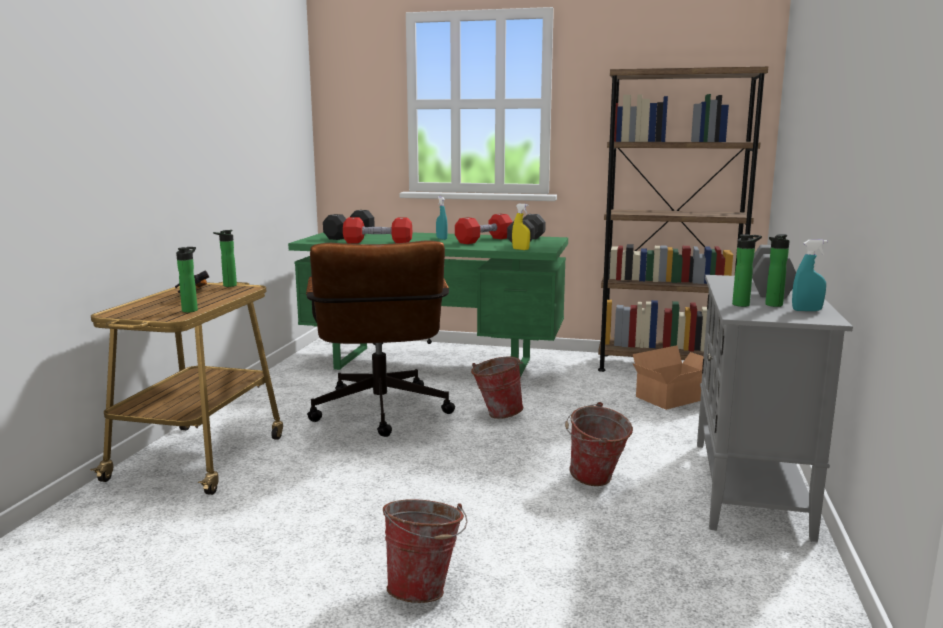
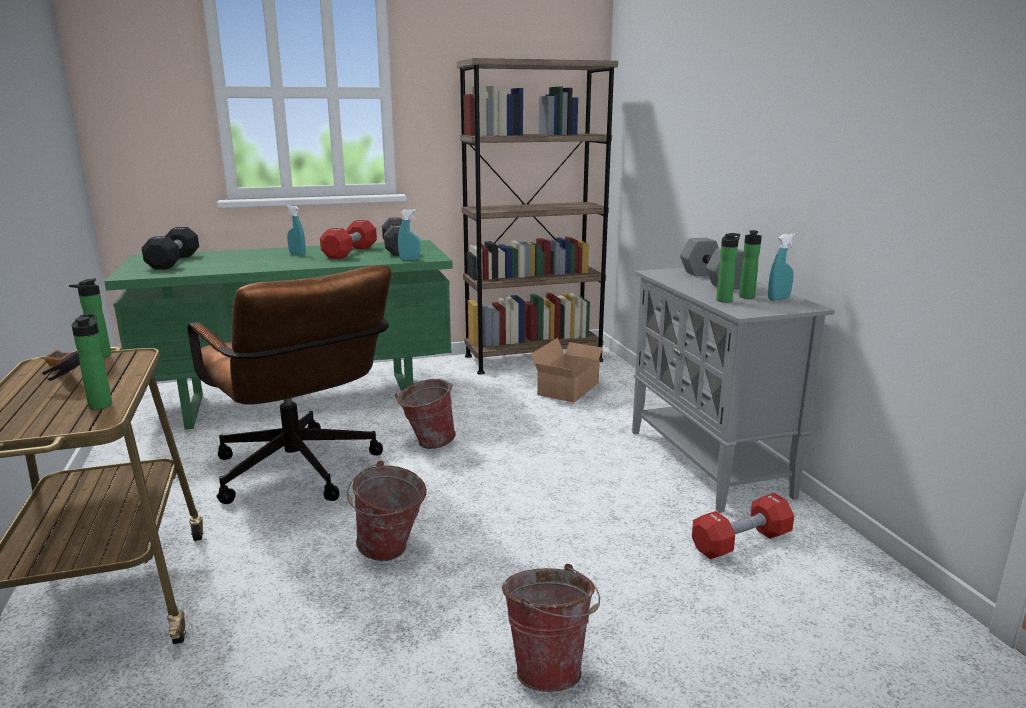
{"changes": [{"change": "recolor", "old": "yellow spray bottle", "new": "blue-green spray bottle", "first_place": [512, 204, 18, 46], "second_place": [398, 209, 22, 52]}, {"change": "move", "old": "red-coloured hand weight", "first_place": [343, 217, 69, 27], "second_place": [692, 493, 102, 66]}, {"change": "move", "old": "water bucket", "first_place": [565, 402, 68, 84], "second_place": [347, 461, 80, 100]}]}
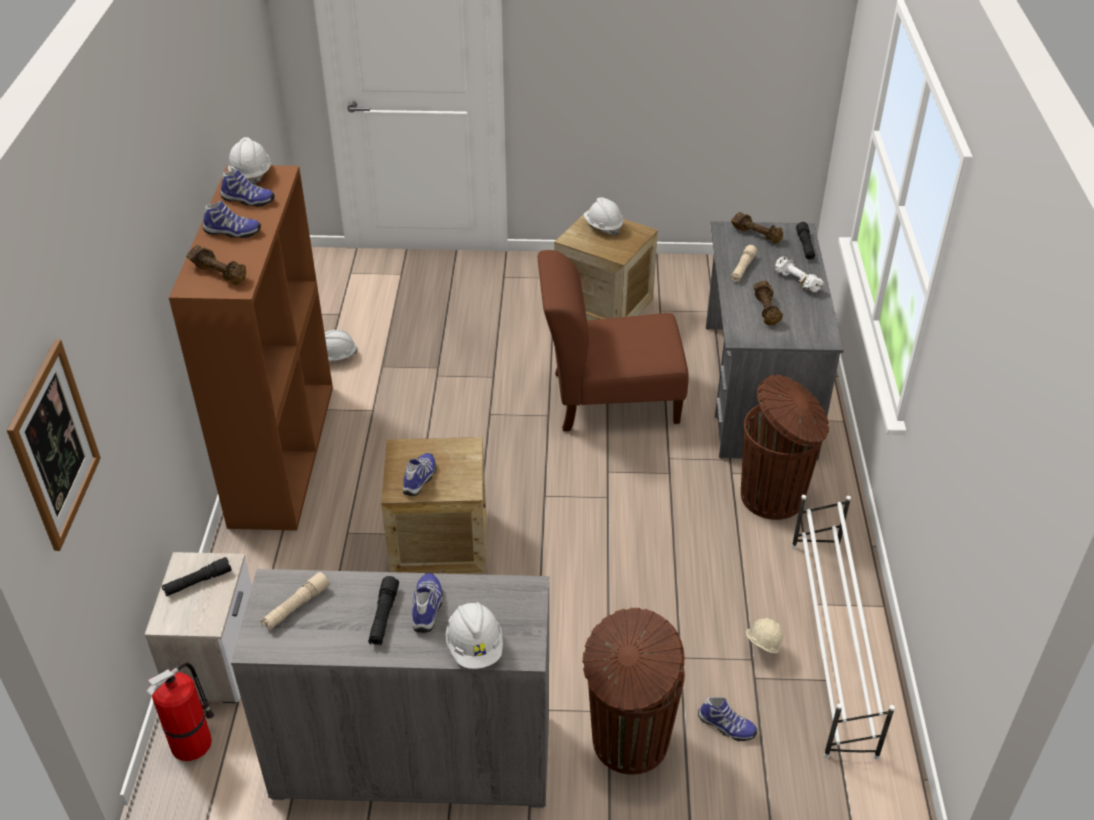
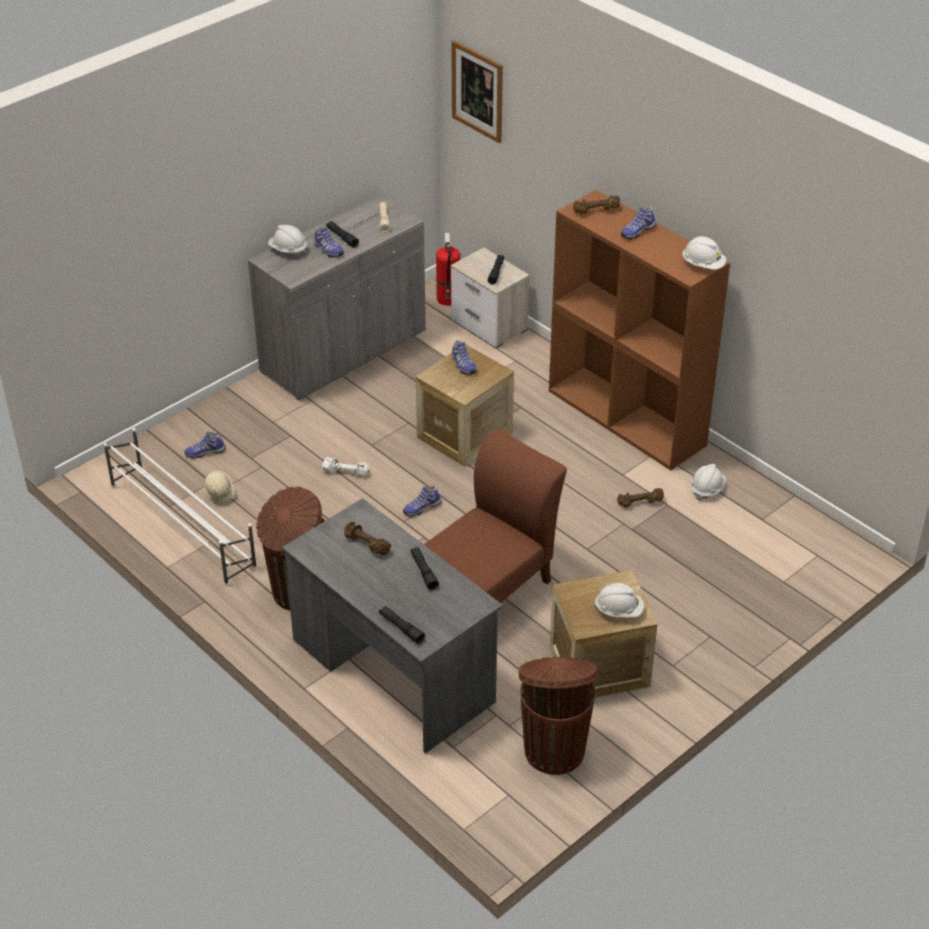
{"changes": [{"change": "move", "old": "shoe", "first_place": [220, 169, 55, 38], "second_place": [403, 486, 38, 31]}, {"change": "move", "old": "brown-coloured hand weight", "first_place": [731, 212, 52, 32], "second_place": [617, 488, 47, 20]}, {"change": "recolor", "old": "sand-coloured flashlight", "new": "blackish flashlight", "first_place": [731, 245, 26, 37], "second_place": [410, 547, 29, 43]}, {"change": "move", "old": "whitish hand weight", "first_place": [775, 256, 49, 36], "second_place": [322, 457, 47, 20]}, {"change": "move", "old": "brown-coloured trash can", "first_place": [583, 608, 102, 167], "second_place": [519, 657, 79, 118]}]}
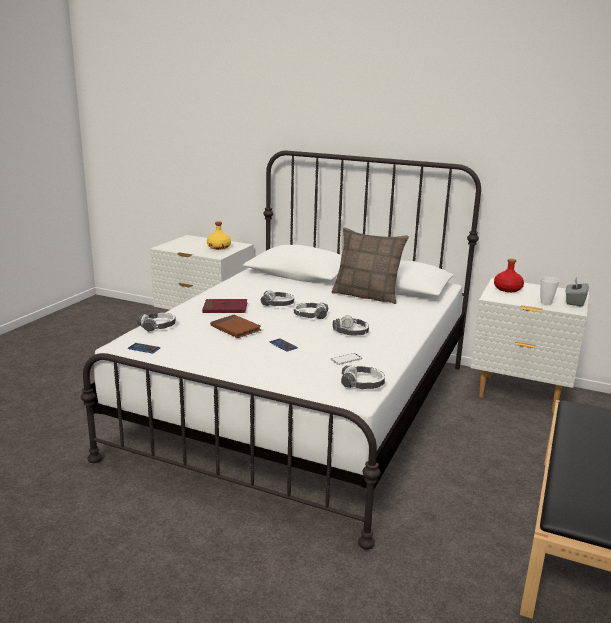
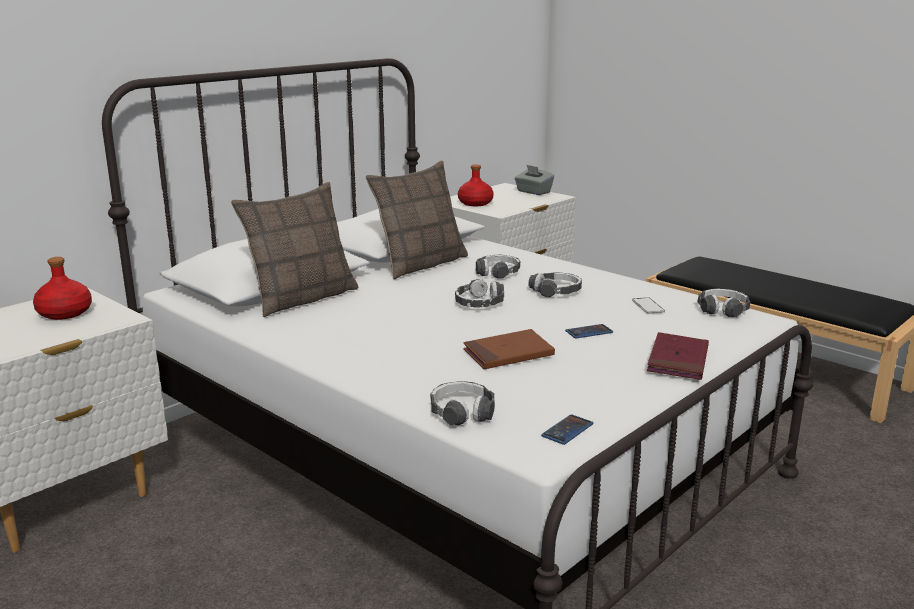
{"changes": [{"change": "recolor", "old": "yellow beverage bottle", "new": "red-coloured beverage bottle", "first_place": [207, 221, 24, 29], "second_place": [33, 257, 59, 63]}, {"change": "delete", "old": "small cup", "first_place": [540, 277, 20, 28]}, {"change": "move", "old": "headphones", "first_place": [261, 291, 33, 15], "second_place": [476, 254, 44, 25]}, {"change": "move", "old": "red-coloured book", "first_place": [202, 299, 45, 14], "second_place": [647, 332, 62, 48]}, {"change": "insert", "new": "throw pillow", "second_place": [231, 182, 128, 135]}]}
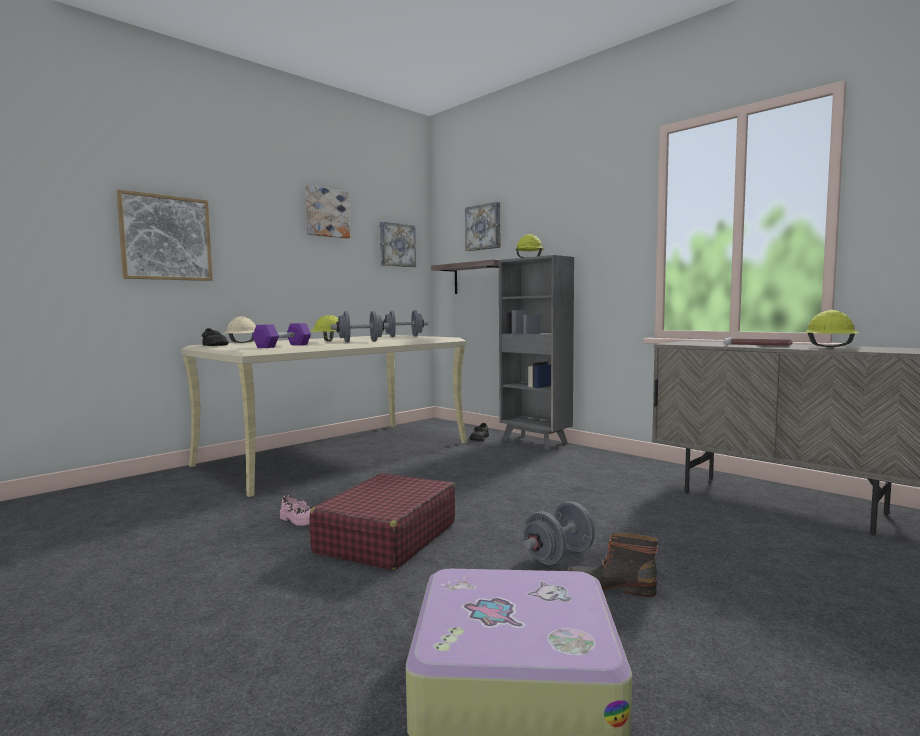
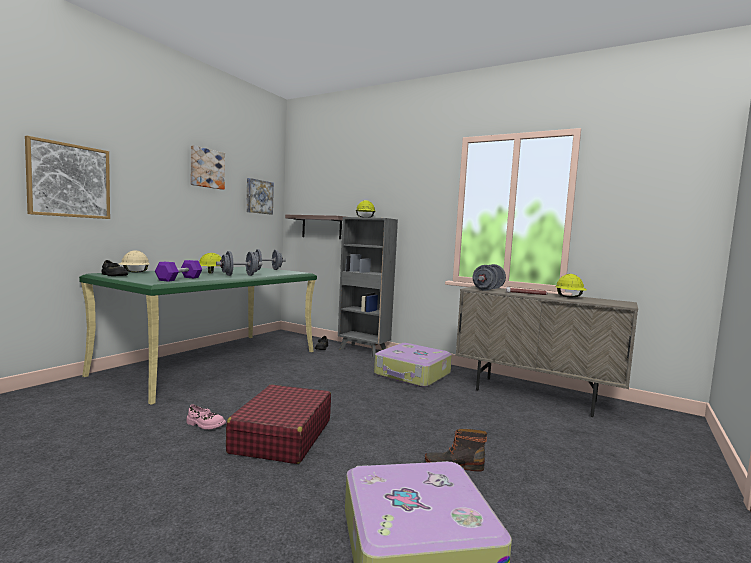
{"changes": [{"change": "delete", "old": "picture", "first_place": [465, 202, 35, 49]}, {"change": "recolor", "old": "sand-coloured desk table", "new": "green-coloured desk table", "first_place": [181, 335, 286, 162], "second_place": [79, 267, 238, 138]}, {"change": "move", "old": "grey hand weight", "first_place": [523, 501, 72, 64], "second_place": [472, 264, 34, 27]}, {"change": "insert", "new": "suitcase", "second_place": [374, 343, 78, 44]}]}
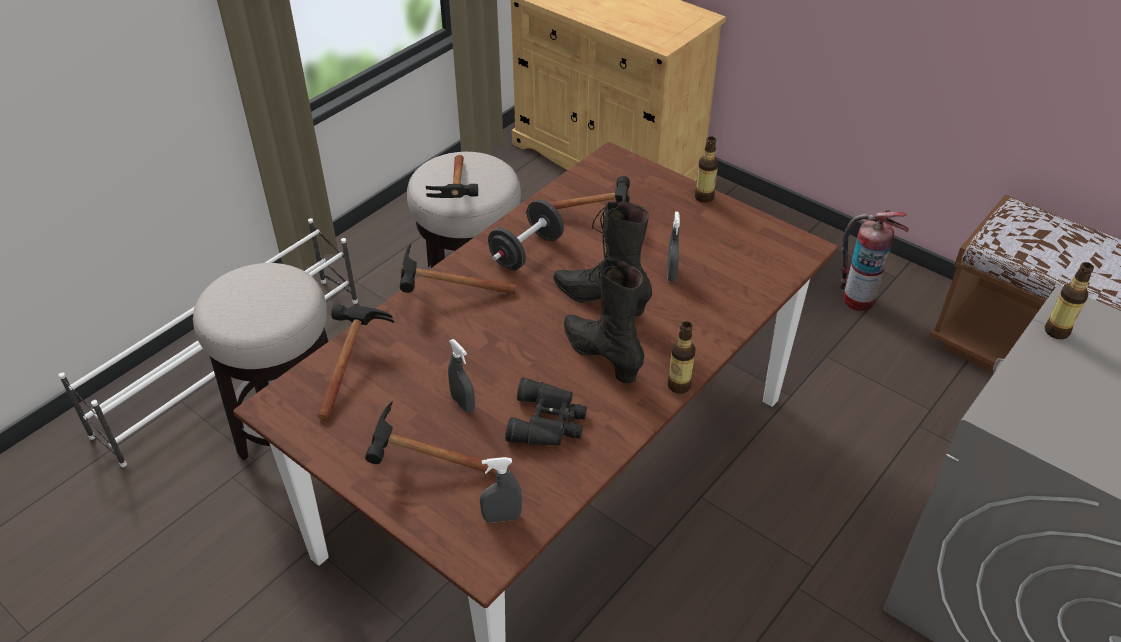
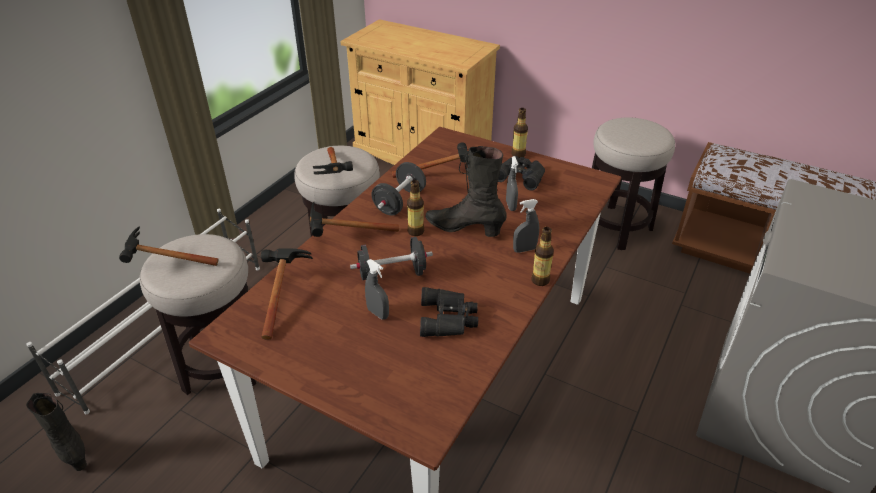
{"changes": [{"change": "replace", "old": "extinguisher", "new": "sitting stool", "first_place": [840, 210, 69, 101], "second_place": [592, 117, 83, 133]}, {"change": "move", "old": "blackish high-top boot", "first_place": [564, 259, 80, 125], "second_place": [26, 393, 61, 78]}, {"change": "move", "old": "beverage bottle", "first_place": [1045, 262, 49, 77], "second_place": [407, 180, 17, 56]}, {"change": "move", "old": "tool hammer", "first_place": [365, 401, 131, 75], "second_place": [119, 226, 100, 40]}, {"change": "move", "old": "grey spray bottle", "first_place": [480, 457, 42, 66], "second_place": [513, 199, 26, 54]}, {"change": "insert", "new": "blackish field glasses", "second_place": [498, 156, 47, 35]}, {"change": "insert", "new": "blackish hand weight", "second_place": [350, 237, 83, 43]}]}
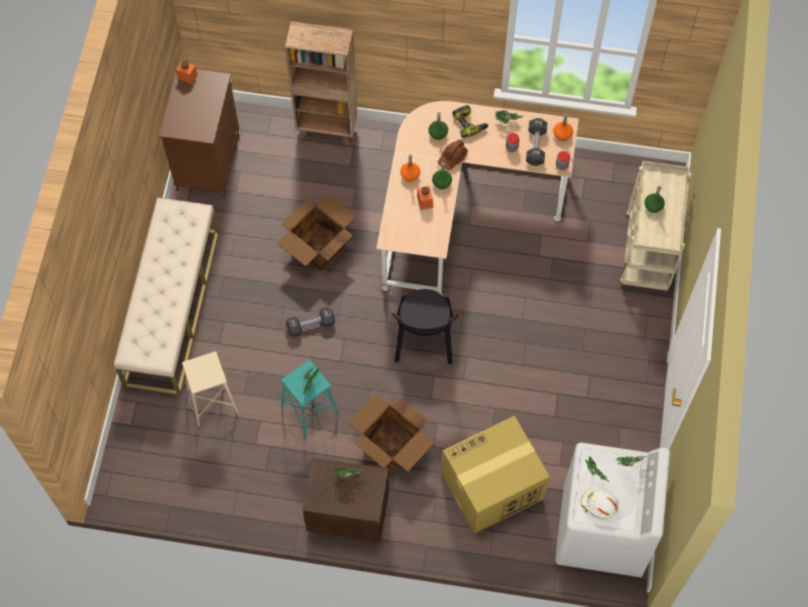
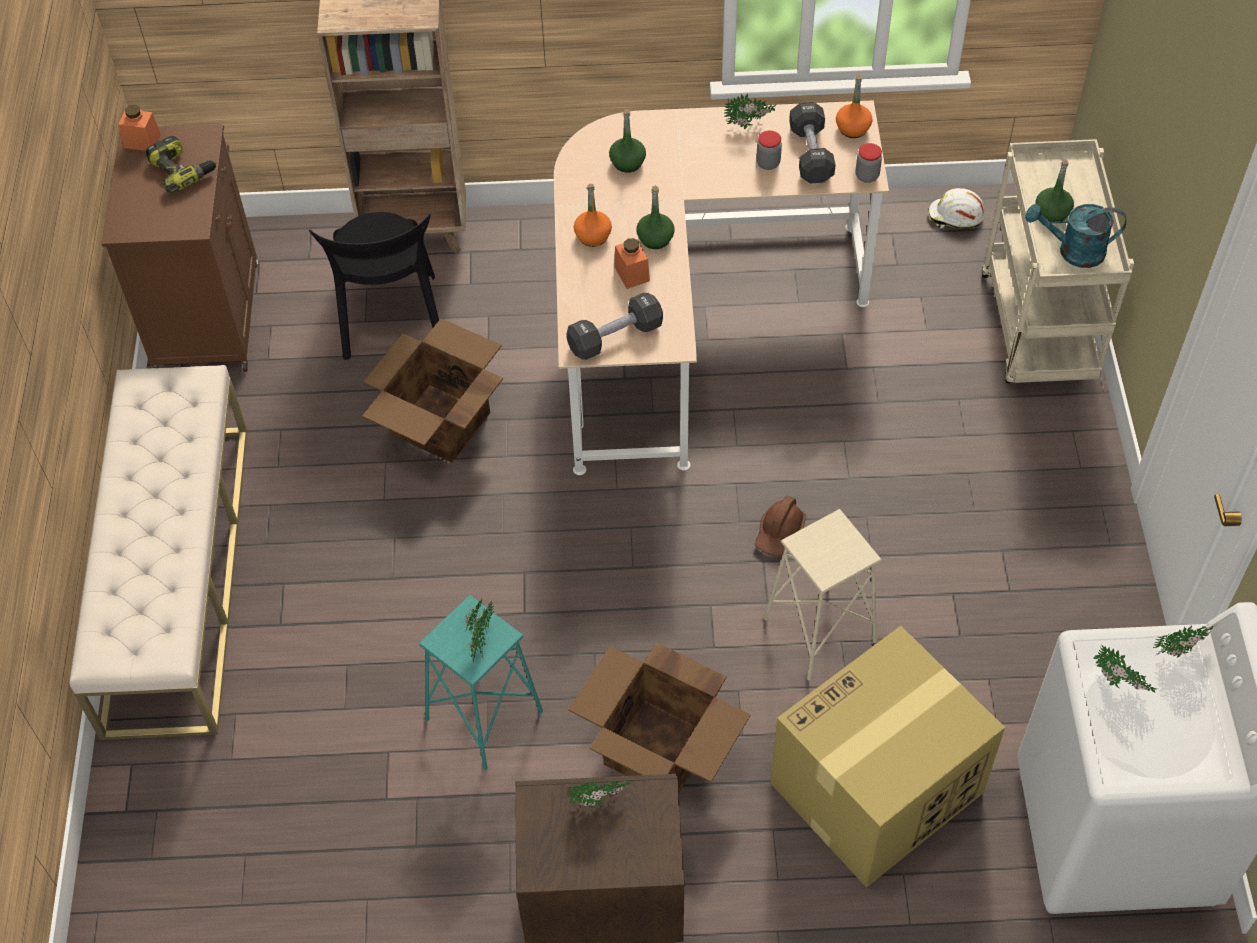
{"changes": [{"change": "move", "old": "power drill", "first_place": [452, 105, 36, 33], "second_place": [146, 136, 71, 57]}, {"change": "move", "old": "brown-coloured hard hat", "first_place": [438, 140, 30, 30], "second_place": [755, 495, 51, 61]}, {"change": "move", "old": "blackish upright chair", "first_place": [391, 289, 68, 75], "second_place": [309, 212, 130, 148]}, {"change": "move", "old": "blackish hand weight", "first_place": [286, 307, 49, 30], "second_place": [567, 293, 96, 67]}, {"change": "move", "old": "sand-coloured sitting stool", "first_place": [182, 351, 57, 76], "second_place": [764, 509, 117, 171]}, {"change": "move", "old": "whitish hard hat", "first_place": [581, 489, 37, 30], "second_place": [928, 188, 56, 41]}, {"change": "insert", "new": "blue-green sprinkling can", "second_place": [1025, 204, 102, 64]}]}
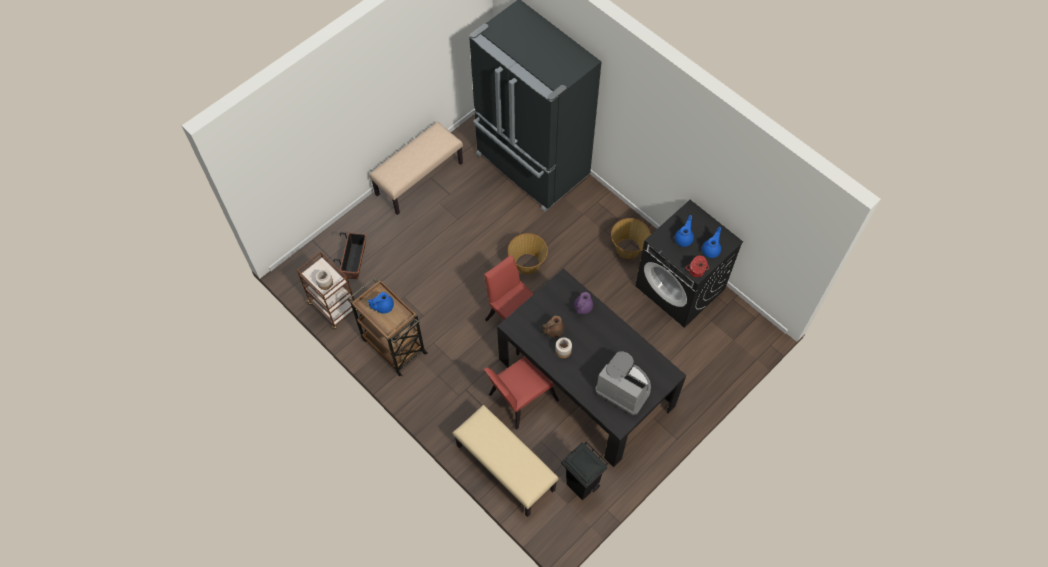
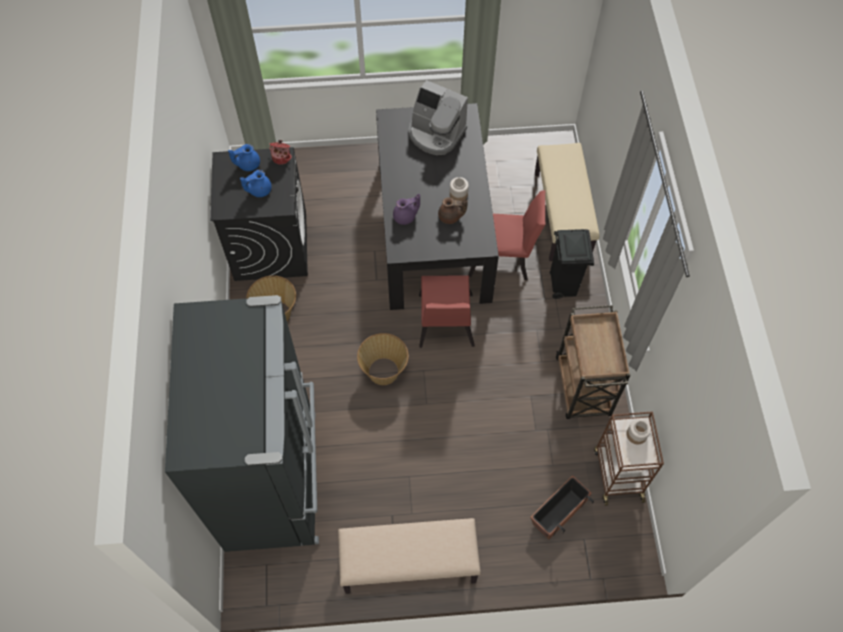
{"changes": [{"change": "delete", "old": "blue tea pot", "first_place": [368, 292, 26, 22]}, {"change": "rotate", "old": "coffee maker", "first_place": [595, 351, 56, 64], "second_place": [408, 80, 60, 75], "degrees": -45}, {"change": "move", "old": "blackish trash can", "first_place": [561, 441, 47, 59], "second_place": [549, 229, 45, 70]}]}
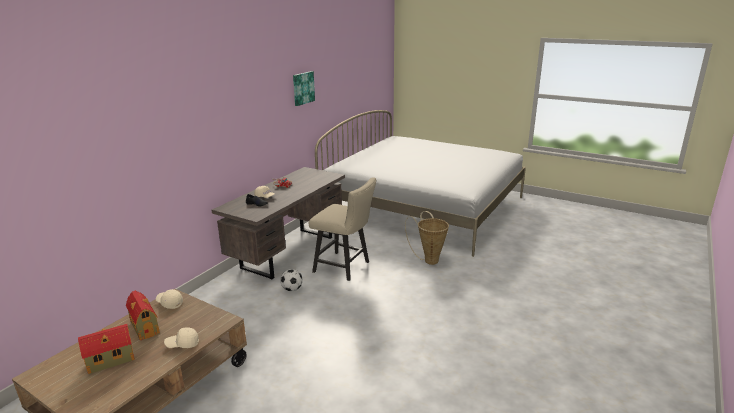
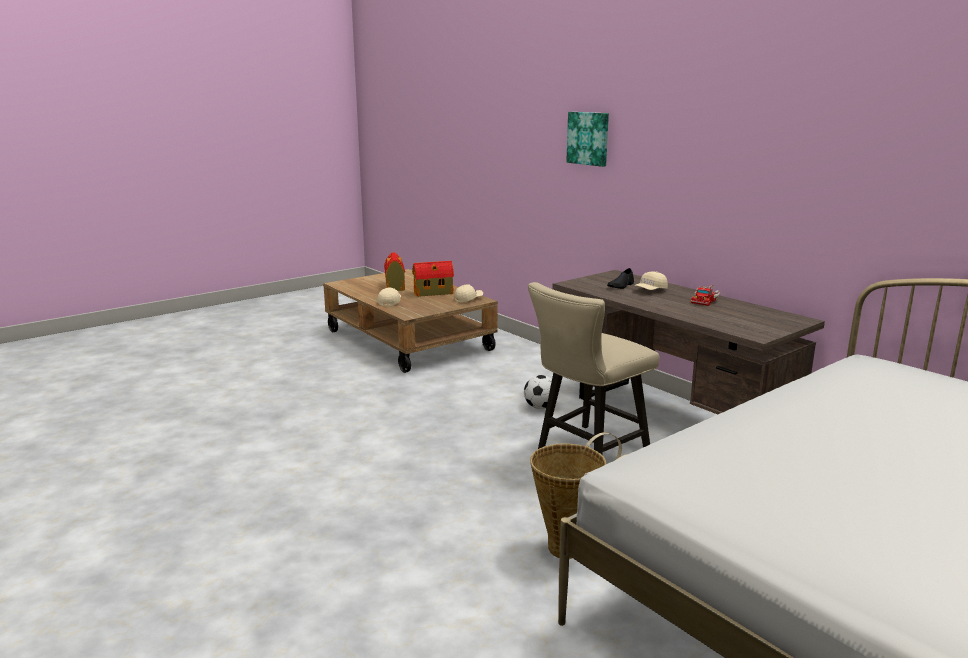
{"changes": [{"change": "move", "old": "picture", "first_place": [293, 71, 22, 35], "second_place": [566, 112, 43, 55]}]}
